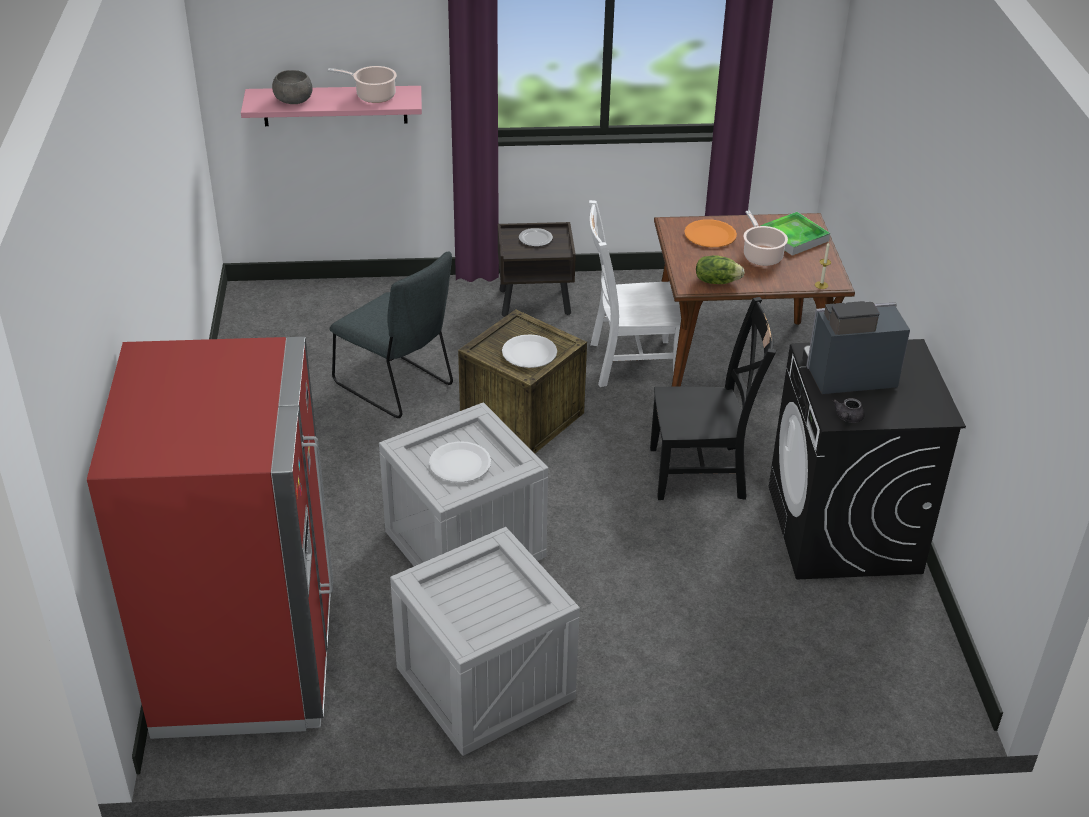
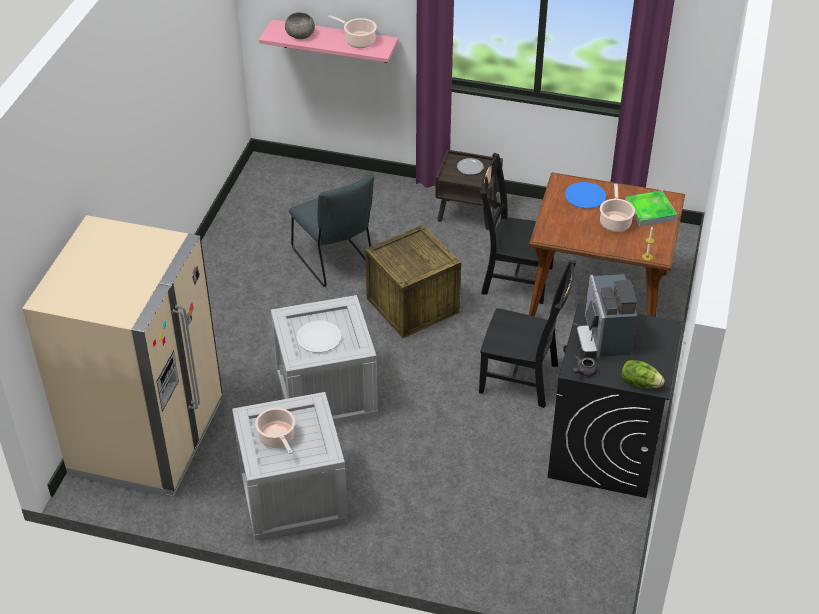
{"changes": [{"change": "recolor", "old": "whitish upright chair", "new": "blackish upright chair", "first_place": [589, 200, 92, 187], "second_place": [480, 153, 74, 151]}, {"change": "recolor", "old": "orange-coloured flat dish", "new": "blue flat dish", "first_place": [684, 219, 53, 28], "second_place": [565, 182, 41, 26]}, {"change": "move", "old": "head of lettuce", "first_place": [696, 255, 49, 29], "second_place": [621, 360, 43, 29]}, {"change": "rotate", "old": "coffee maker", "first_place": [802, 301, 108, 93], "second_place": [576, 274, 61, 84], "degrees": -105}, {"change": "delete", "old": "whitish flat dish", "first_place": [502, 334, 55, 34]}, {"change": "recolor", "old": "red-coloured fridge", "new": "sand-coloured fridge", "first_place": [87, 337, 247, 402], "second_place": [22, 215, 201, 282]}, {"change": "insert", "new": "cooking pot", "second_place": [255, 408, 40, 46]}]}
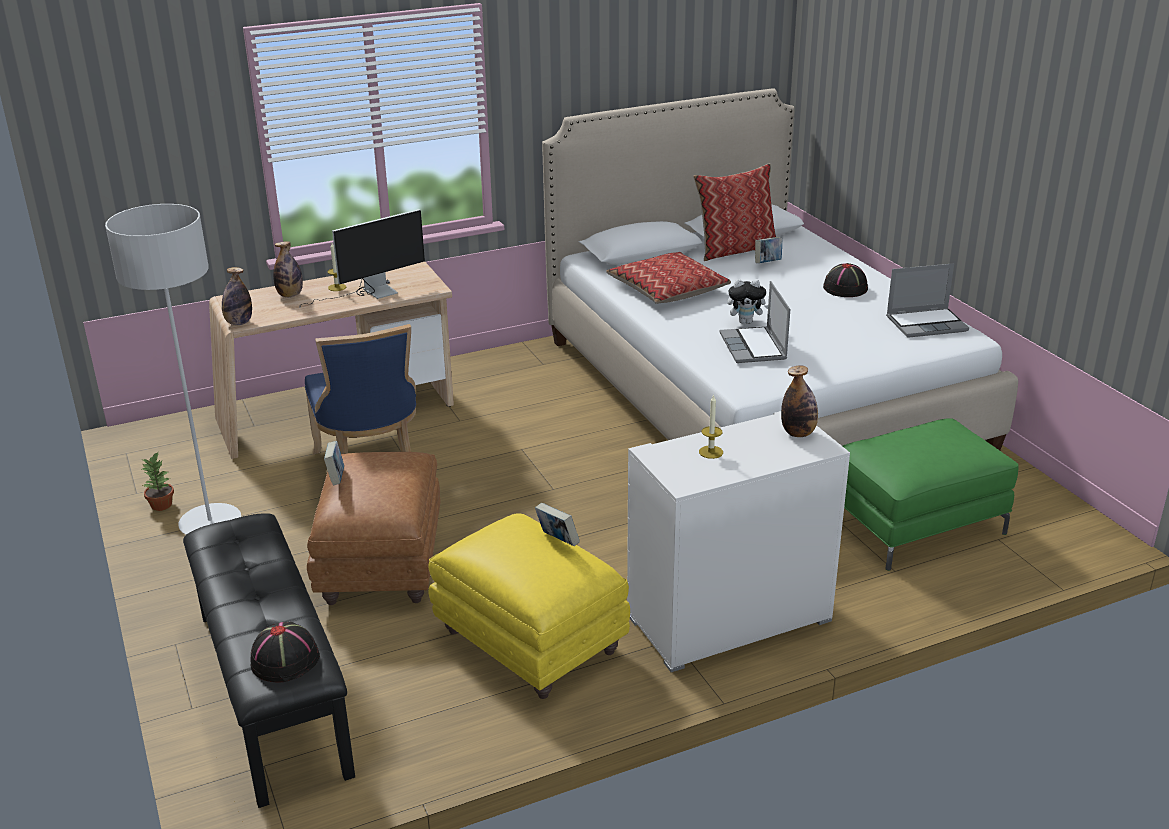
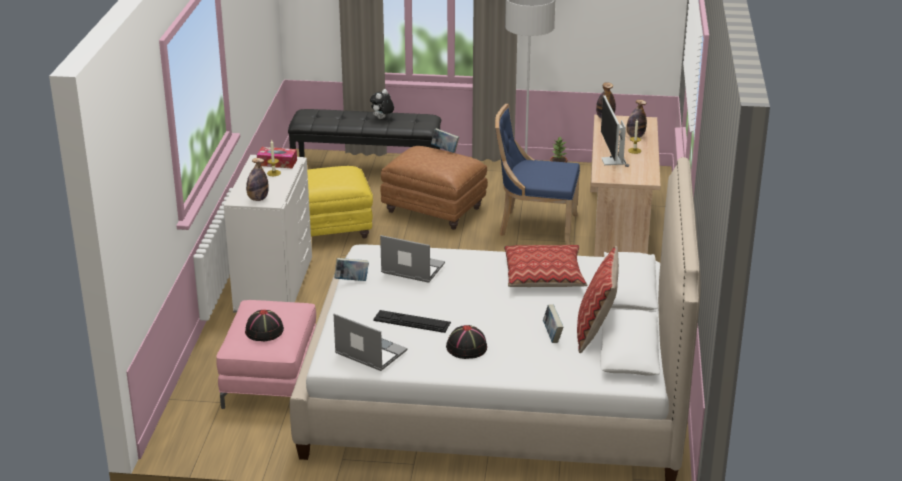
{"changes": [{"change": "rotate", "old": "notebook computer", "first_place": [886, 263, 83, 75], "second_place": [334, 313, 73, 58], "degrees": 105}, {"change": "move", "old": "plush toy", "first_place": [727, 279, 41, 45], "second_place": [370, 89, 24, 30]}, {"change": "recolor", "old": "green-coloured pouffe", "new": "pink-coloured pouffe", "first_place": [843, 418, 176, 153], "second_place": [216, 300, 100, 109]}, {"change": "move", "old": "book", "first_place": [535, 503, 45, 43], "second_place": [334, 258, 35, 23]}, {"change": "move", "old": "blackish clothing hat", "first_place": [250, 622, 70, 61], "second_place": [245, 310, 39, 31]}, {"change": "insert", "new": "tissue holder", "second_place": [257, 147, 40, 21]}, {"change": "insert", "new": "PC keyboard", "second_place": [373, 310, 78, 23]}]}
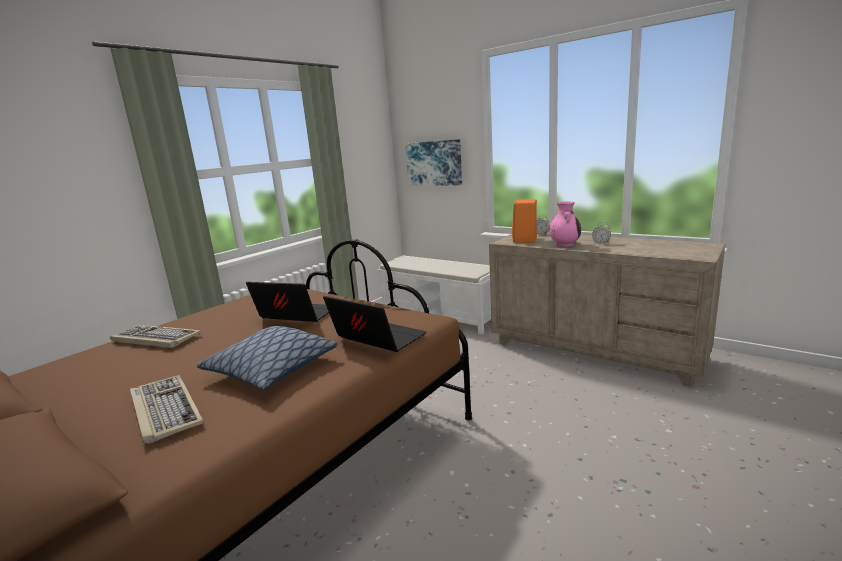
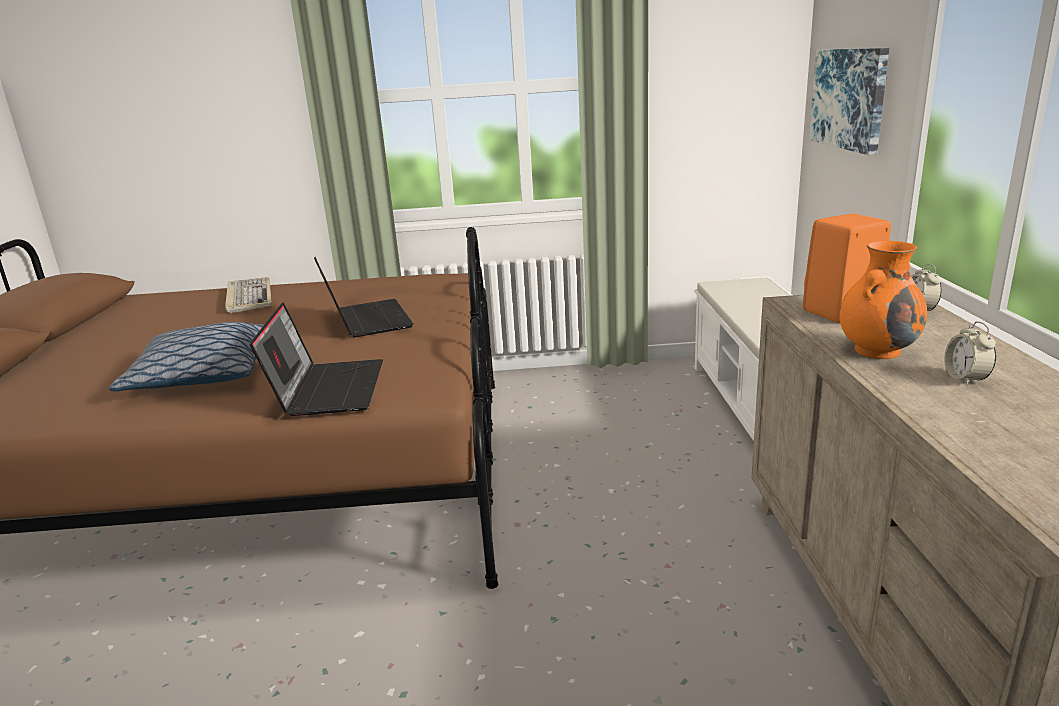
{"changes": [{"change": "recolor", "old": "pink-coloured flower vase", "new": "orange-coloured flower vase", "first_place": [549, 201, 32, 46], "second_place": [840, 241, 87, 118]}, {"change": "delete", "old": "PC keyboard", "first_place": [130, 375, 74, 69]}]}
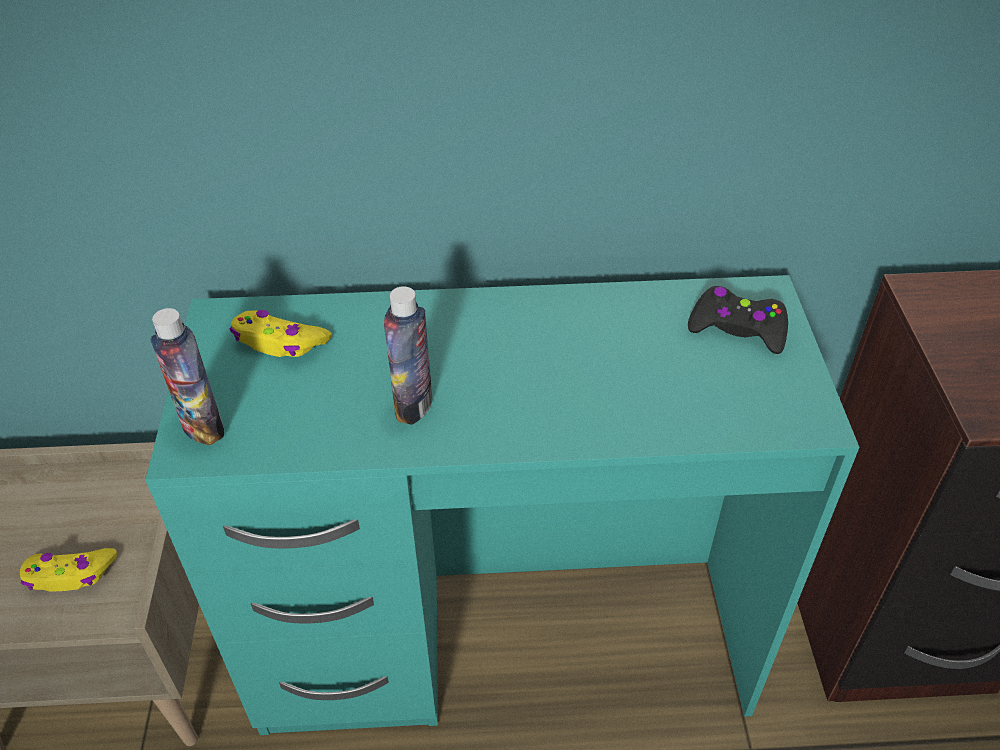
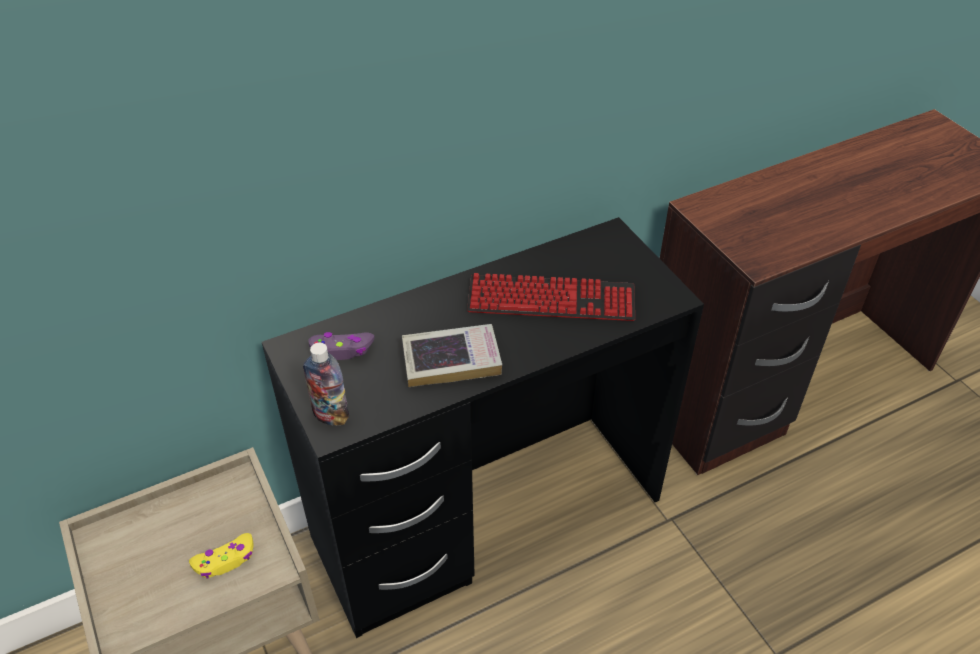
{"changes": [{"change": "recolor", "old": "blue-green desk table", "new": "blackish desk table", "first_place": [145, 275, 714, 460], "second_place": [262, 217, 442, 421]}, {"change": "replace", "old": "beverage bottle", "new": "book", "first_place": [384, 286, 48, 139], "second_place": [402, 324, 100, 63]}, {"change": "delete", "old": "blackish gamepad", "first_place": [688, 286, 100, 68]}, {"change": "recolor", "old": "yellow gamepad", "new": "purple gamepad", "first_place": [229, 310, 102, 47], "second_place": [309, 332, 65, 28]}, {"change": "insert", "new": "PC keyboard", "second_place": [467, 273, 168, 48]}]}
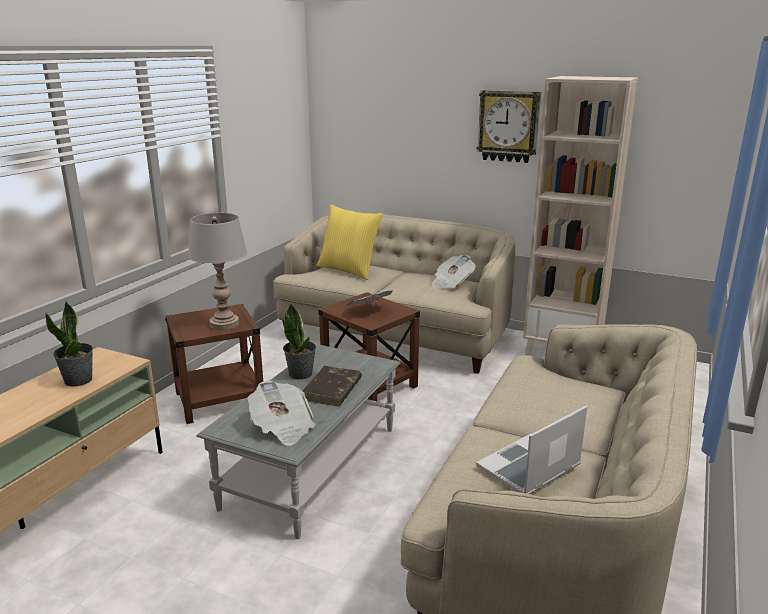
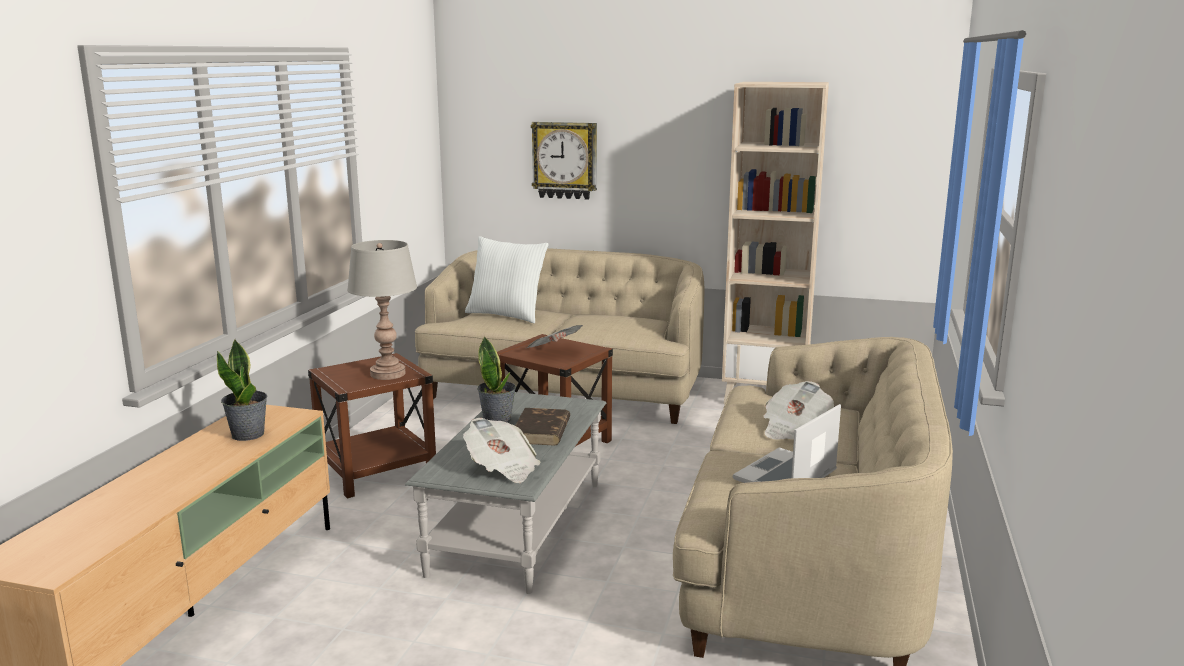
{"changes": [{"change": "move", "old": "wall clock", "first_place": [477, 90, 64, 73], "second_place": [531, 122, 66, 78]}, {"change": "recolor", "old": "yellow throw pillow", "new": "whitish throw pillow", "first_place": [316, 204, 67, 76], "second_place": [465, 236, 84, 87]}, {"change": "move", "old": "printed paper", "first_place": [431, 255, 45, 33], "second_place": [763, 381, 71, 59]}]}
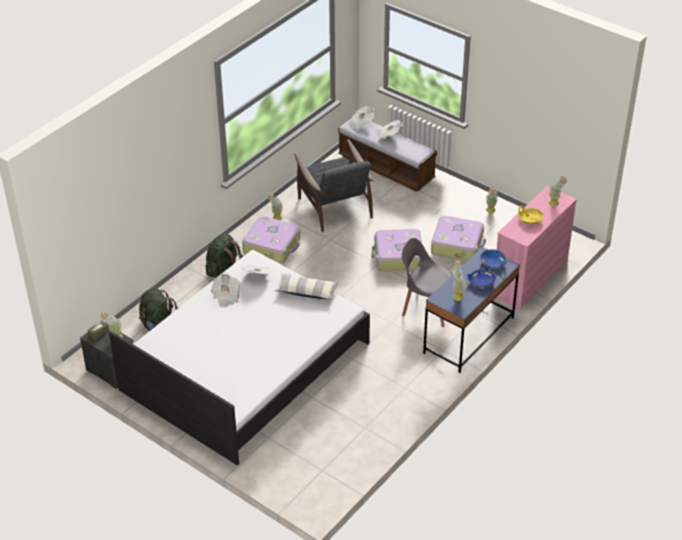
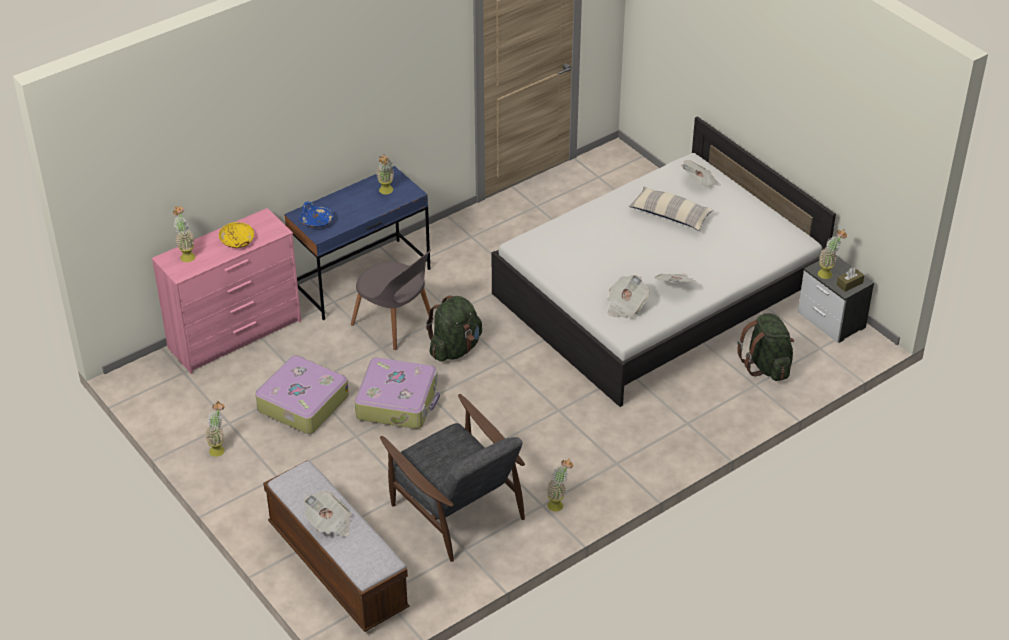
{"changes": [{"change": "move", "old": "printed paper", "first_place": [347, 106, 28, 24], "second_place": [681, 160, 40, 27]}, {"change": "rotate", "old": "grey easy chair", "first_place": [294, 139, 79, 93], "second_place": [380, 394, 145, 168], "degrees": 150}, {"change": "delete", "old": "suitcase", "first_place": [242, 216, 58, 48]}, {"change": "move", "old": "green-coloured backpack", "first_place": [206, 233, 37, 45], "second_place": [426, 296, 56, 66]}, {"change": "delete", "old": "blue deep dish", "first_place": [467, 269, 29, 18]}, {"change": "move", "old": "throw pillow", "first_place": [274, 273, 64, 27], "second_place": [629, 187, 85, 44]}]}
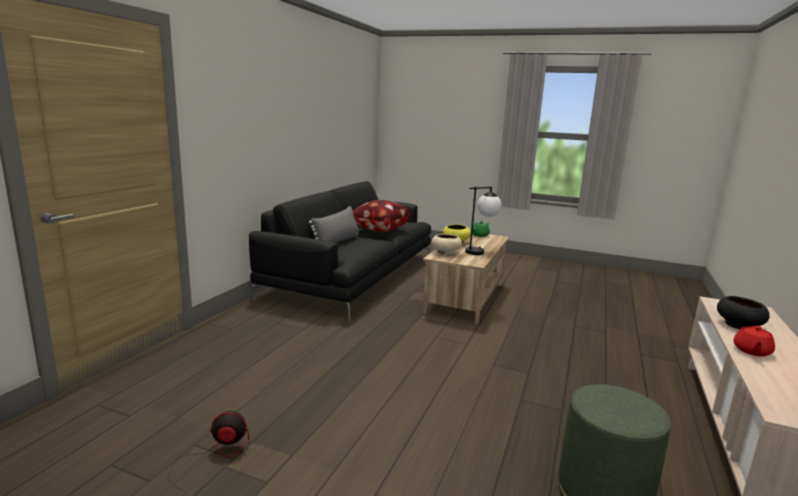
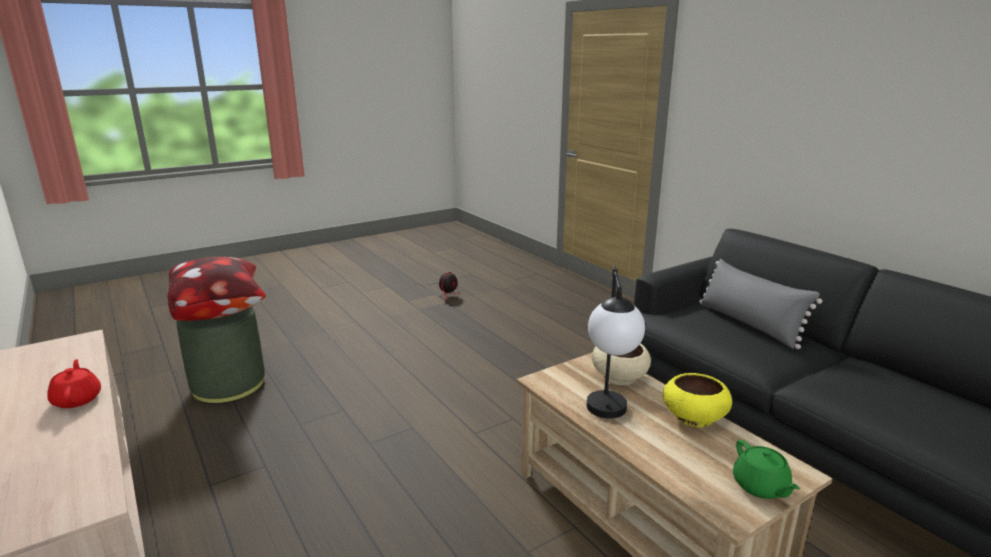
{"changes": [{"change": "move", "old": "throw pillow", "first_place": [353, 200, 57, 32], "second_place": [168, 257, 98, 64]}, {"change": "delete", "old": "blackish deep dish", "first_place": [717, 296, 53, 33]}]}
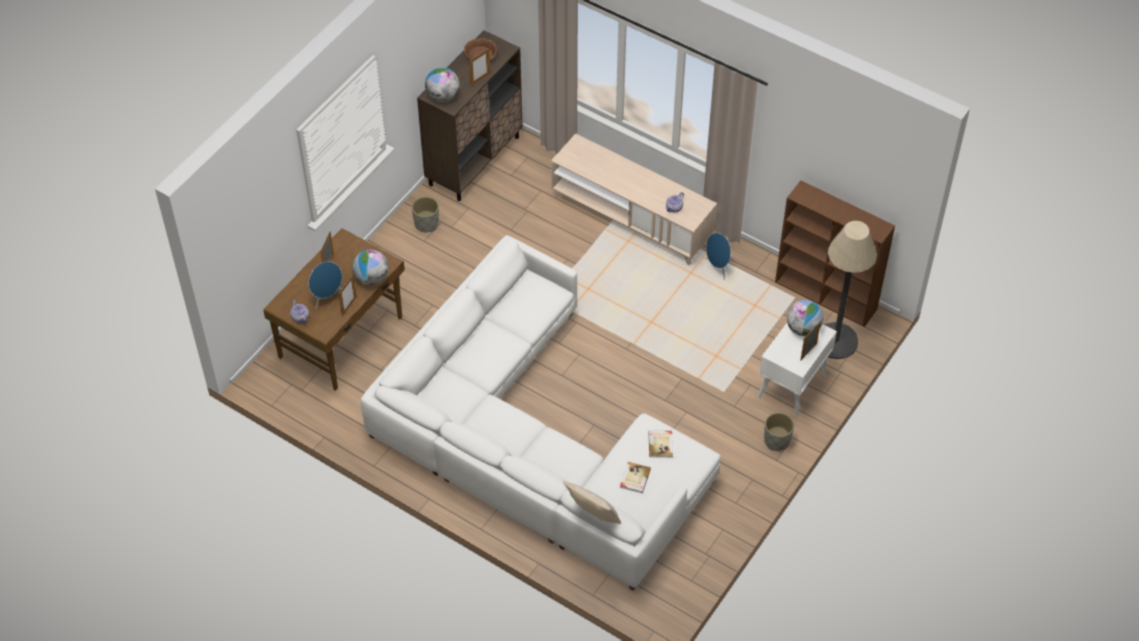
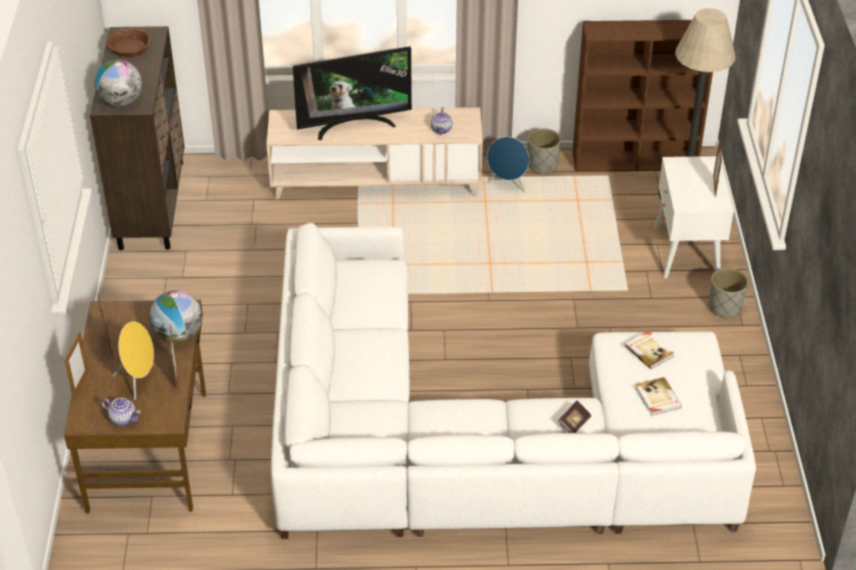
{"changes": [{"change": "move", "old": "standing frame", "first_place": [469, 48, 21, 38], "second_place": [64, 331, 25, 68]}, {"change": "move", "old": "grey planter", "first_place": [412, 196, 27, 36], "second_place": [527, 129, 34, 45]}, {"change": "recolor", "old": "blue audio speaker", "new": "yellow audio speaker", "first_place": [309, 261, 33, 48], "second_place": [112, 322, 42, 78]}, {"change": "delete", "old": "world globe", "first_place": [787, 300, 36, 36]}, {"change": "delete", "old": "sand-coloured throw pillow", "first_place": [563, 481, 58, 43]}, {"change": "insert", "new": "TV set", "second_place": [293, 46, 119, 94]}, {"change": "insert", "new": "book", "second_place": [558, 401, 33, 32]}]}
